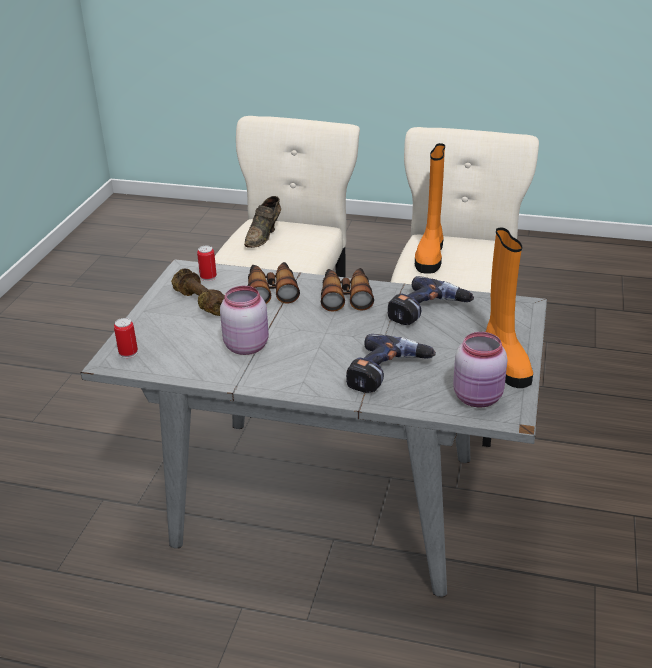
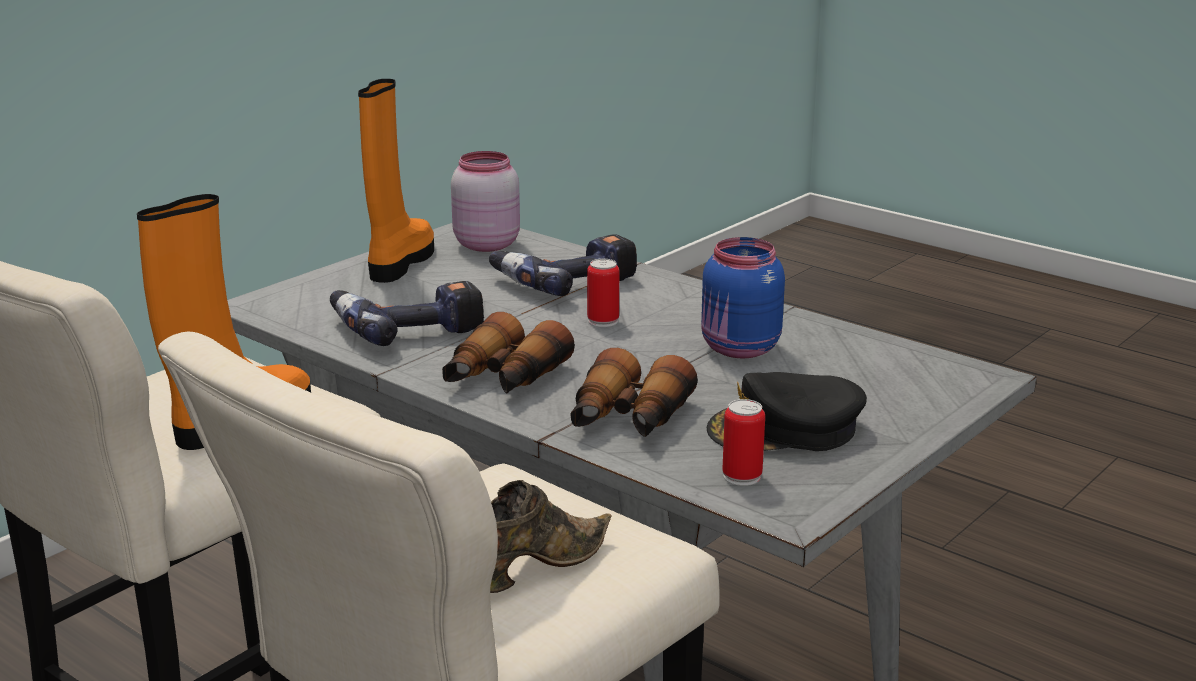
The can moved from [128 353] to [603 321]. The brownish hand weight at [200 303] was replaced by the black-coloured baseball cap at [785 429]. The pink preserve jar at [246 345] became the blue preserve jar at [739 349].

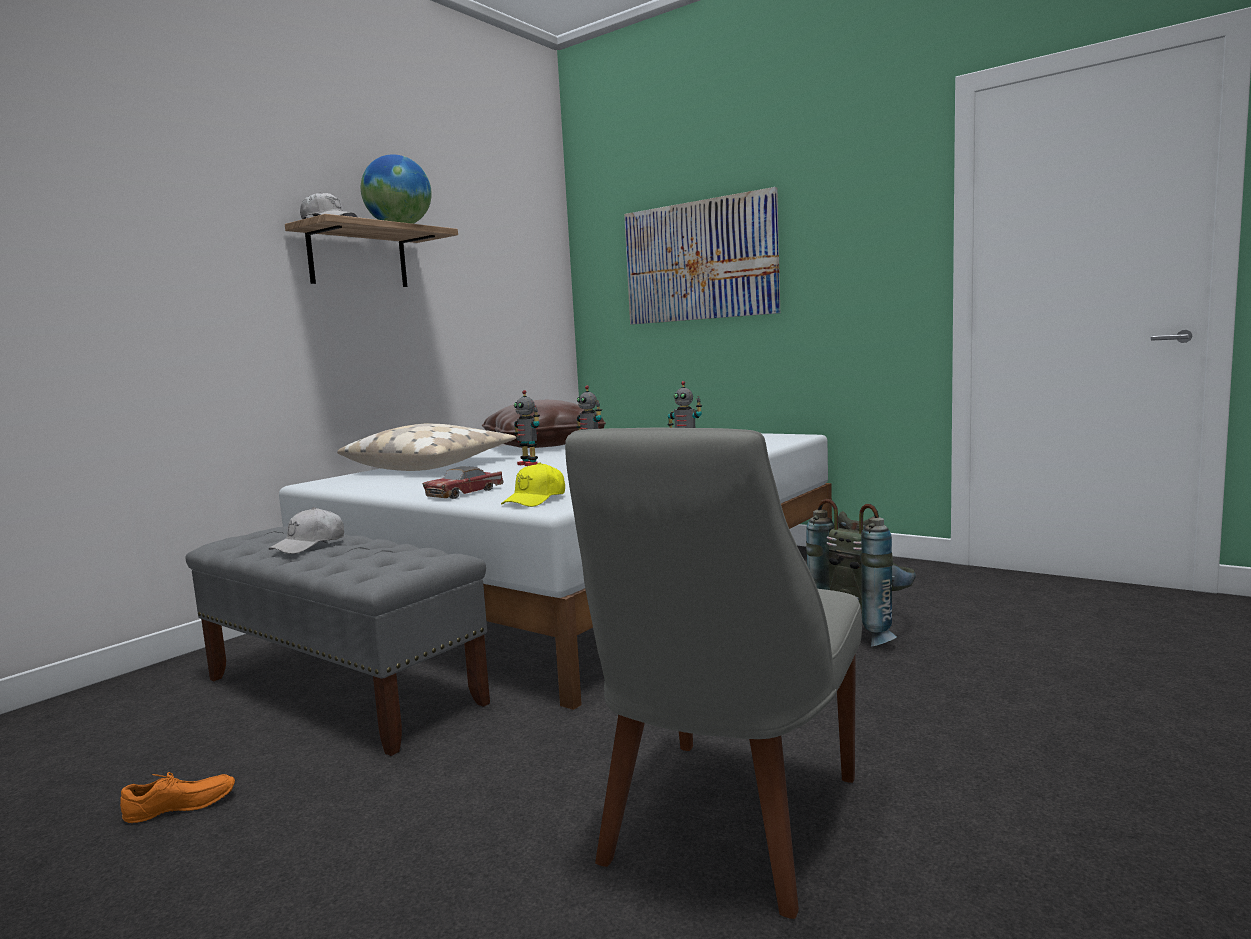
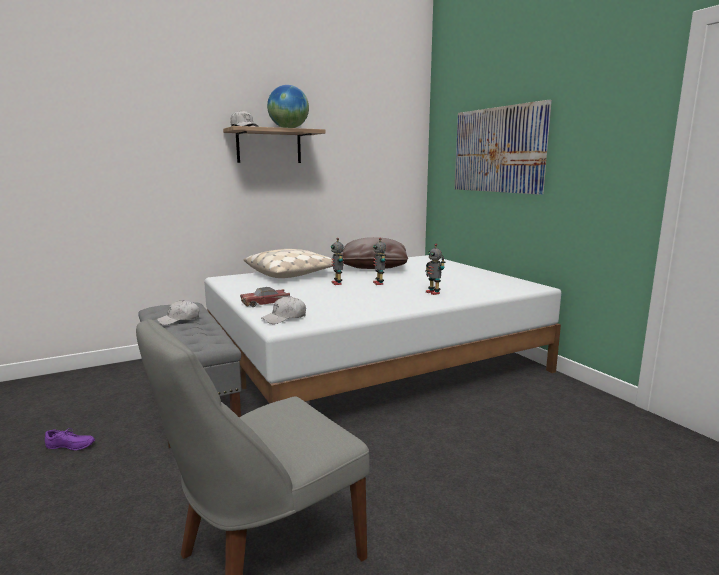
The greyish rucksack at [866 629] disappeared. The orange shoe at [180 808] became the purplish shoe at [69 447]. The yellow-coloured baseball cap at [535 500] became the white-coloured baseball cap at [284 318].

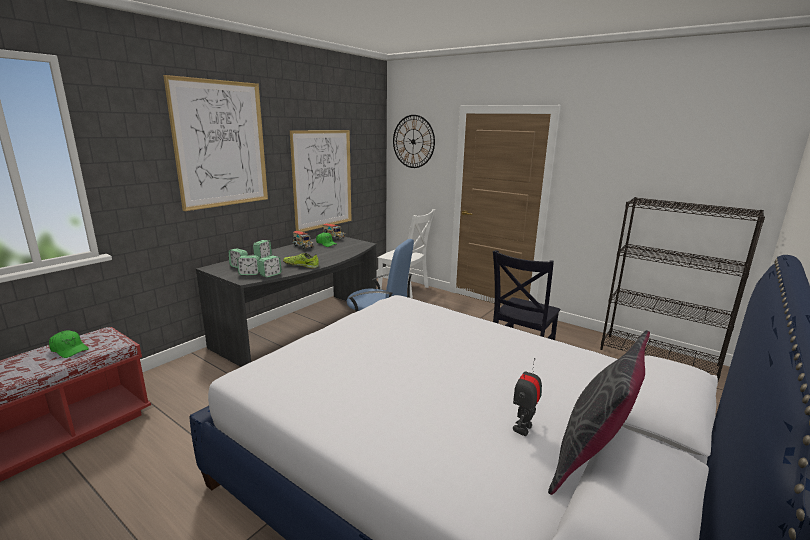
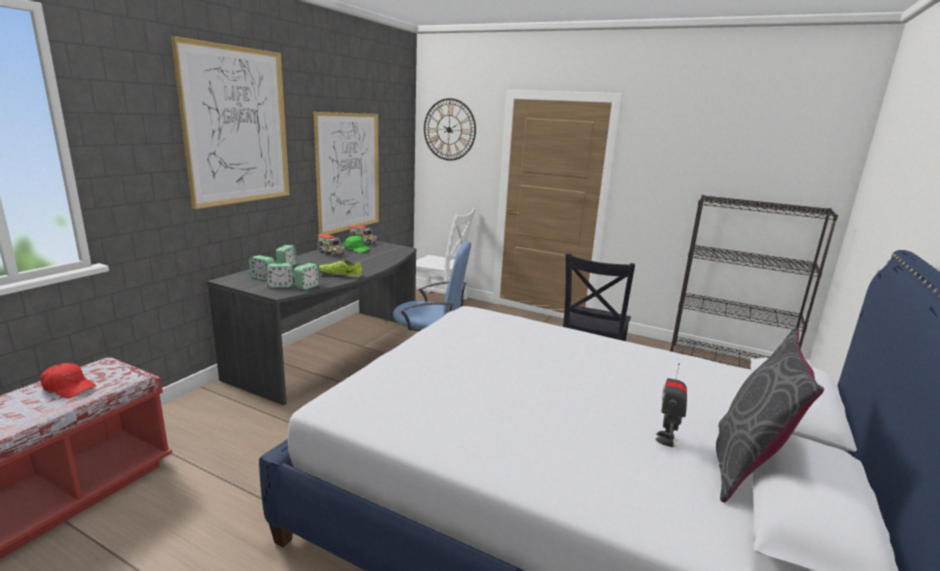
The green-coloured baseball cap at [69 349] became the red baseball cap at [68 387].

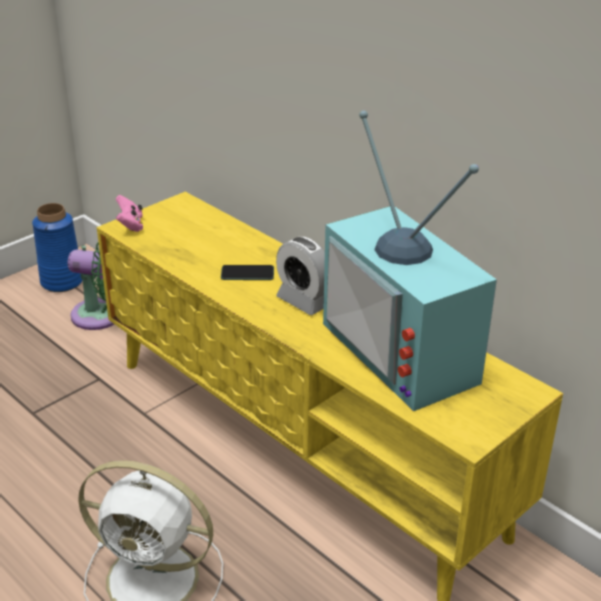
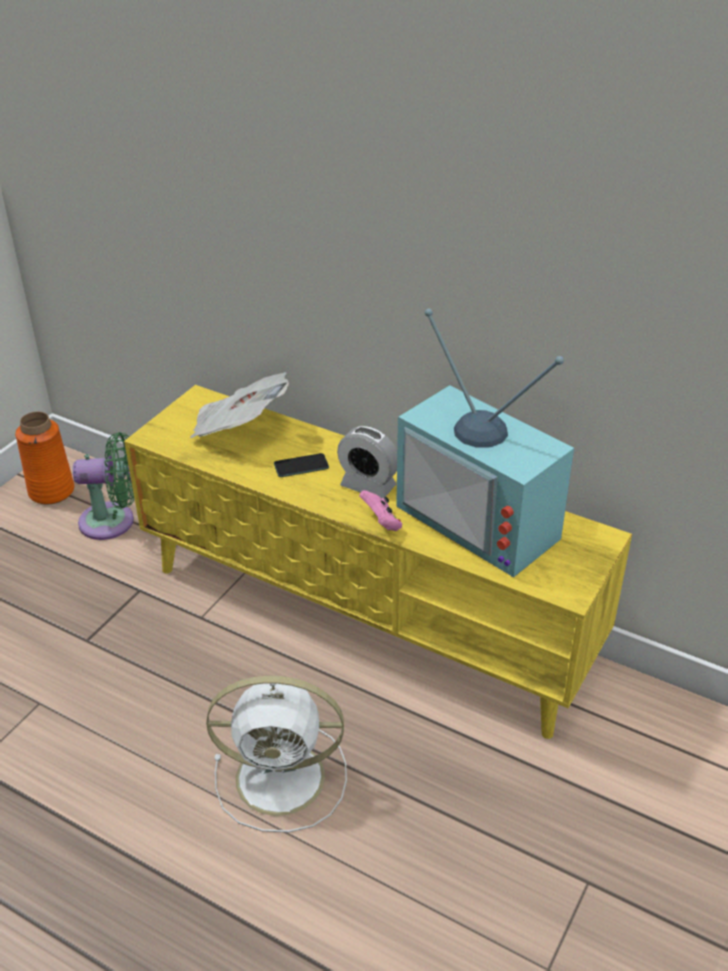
The printed paper at [239 428] appeared. The pink joypad moved from [130 225] to [382 523]. The blue decorative vase at [62 281] became the orange decorative vase at [52 491].

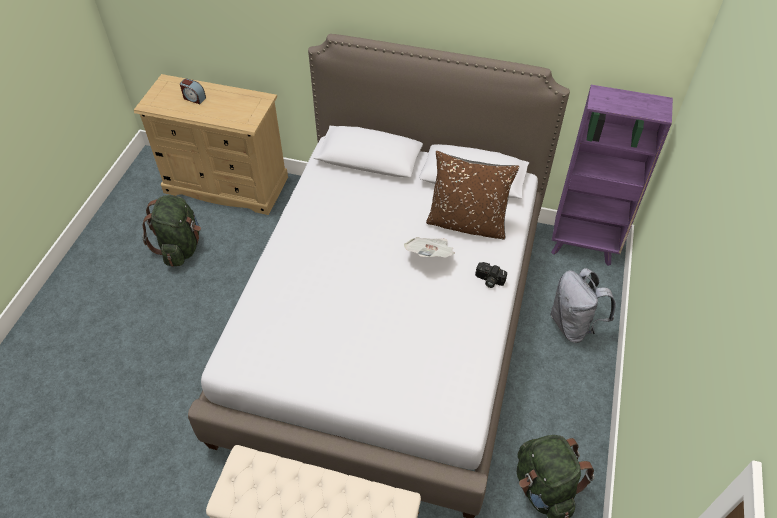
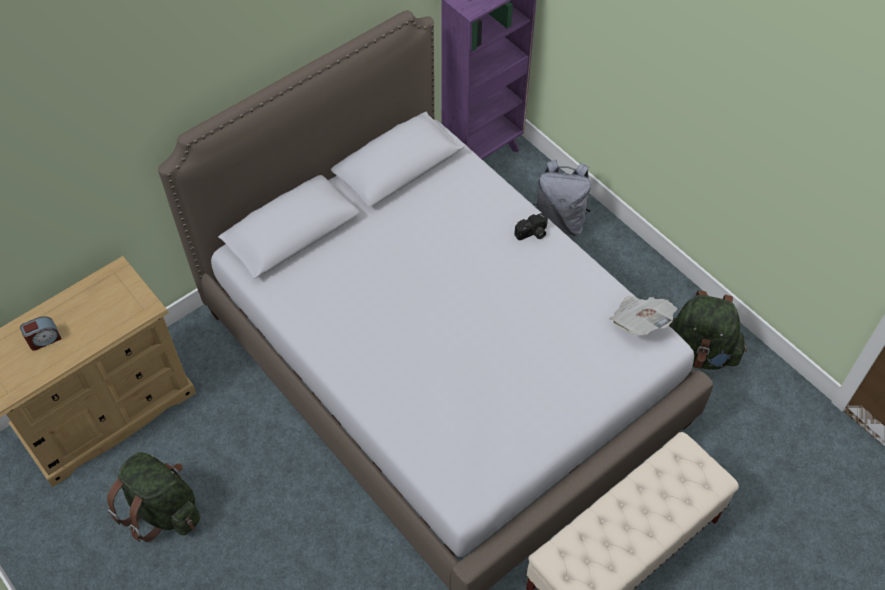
The brownish pillow at [467 223] disappeared. The printed paper moved from [430 255] to [640 322].

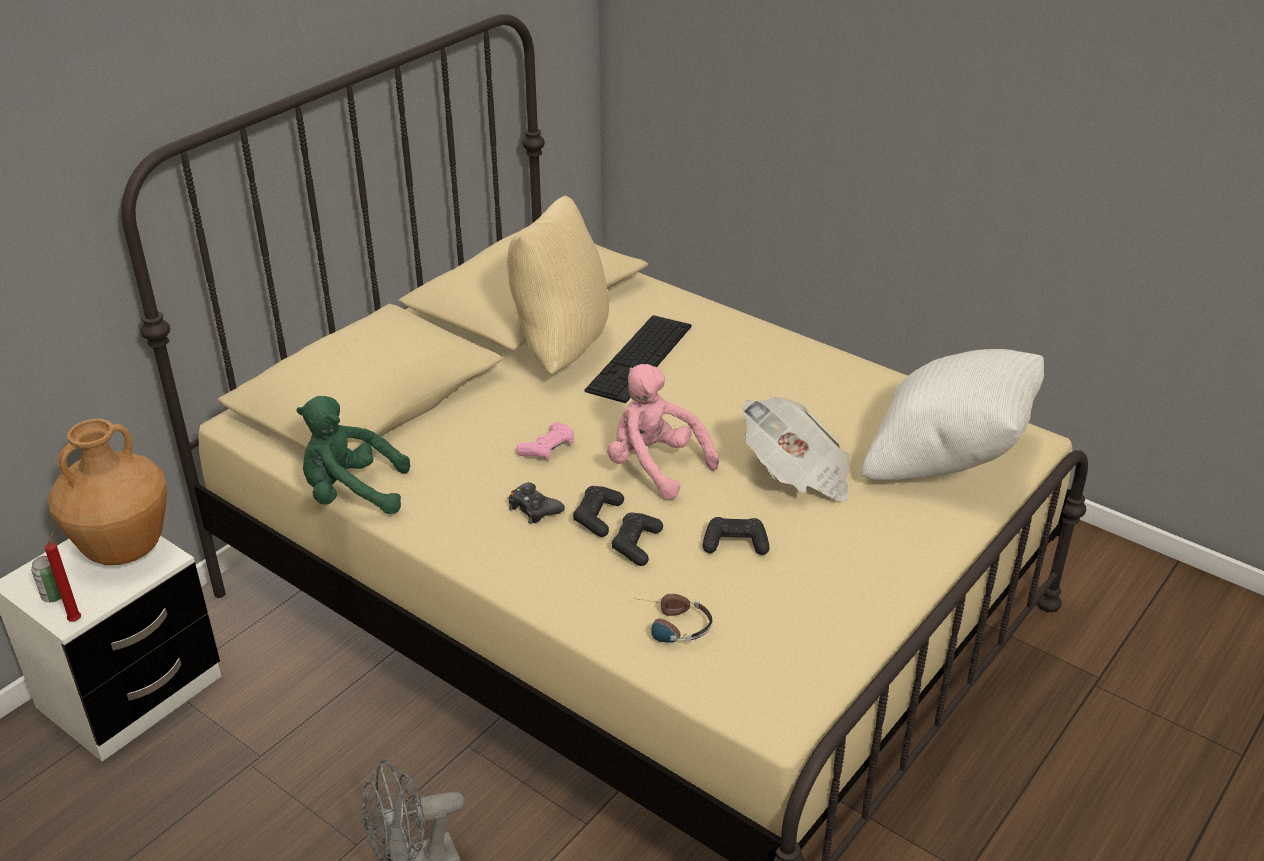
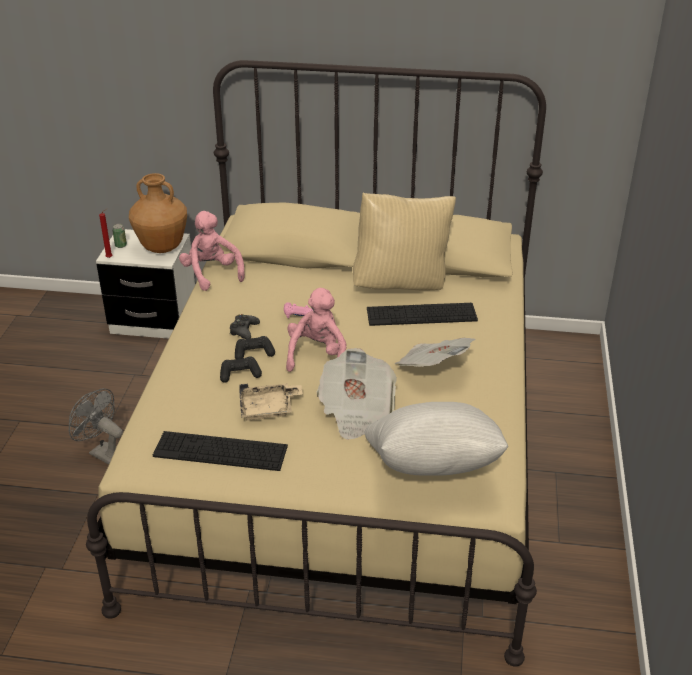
The headset at [669 626] disappeared. The keyboard at [220 451] appeared. The printed paper at [433 368] appeared. The black-coloured joypad at [735 544] was replaced by the sand-coloured tray at [268 409]. The green-coloured plush toy at [351 494] became the pink plush toy at [211 273].

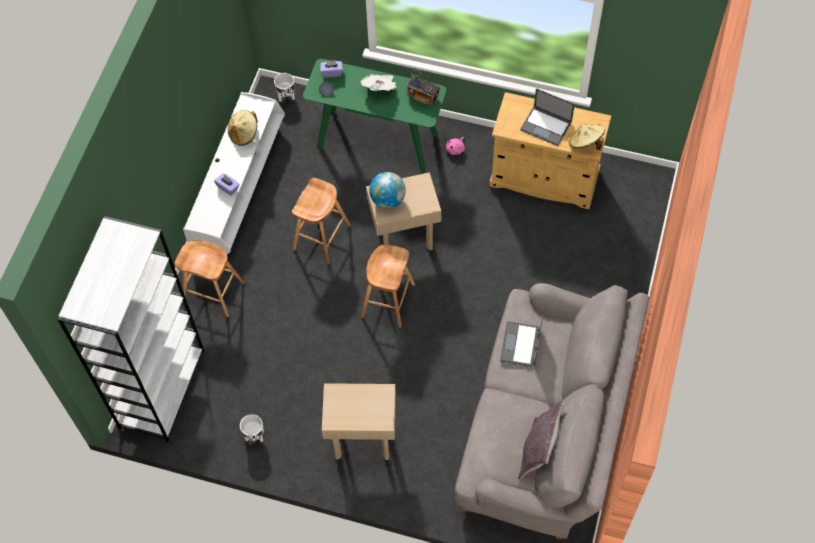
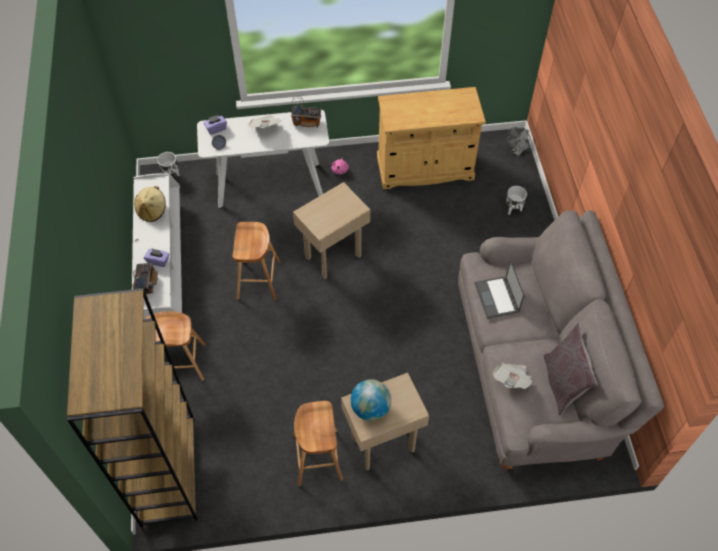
The notebook computer at [546 126] disappeared. The sand-coloured clothing hat at [585 143] disappeared. The radio set at [147 284] appeared. The printed paper at [512 380] appeared. The greyish cooling fan at [517 151] appeared. The white-coloured flower pot moved from [254 436] to [513 209]. The brownish sitting stool moved from [388 300] to [317 457]. The desk globe moved from [388 199] to [370 408]. The white-coloured bookcase at [161 388] became the brownish bookcase at [168 470]. The green-coloured narrow table at [377 140] became the white-coloured narrow table at [269 184].

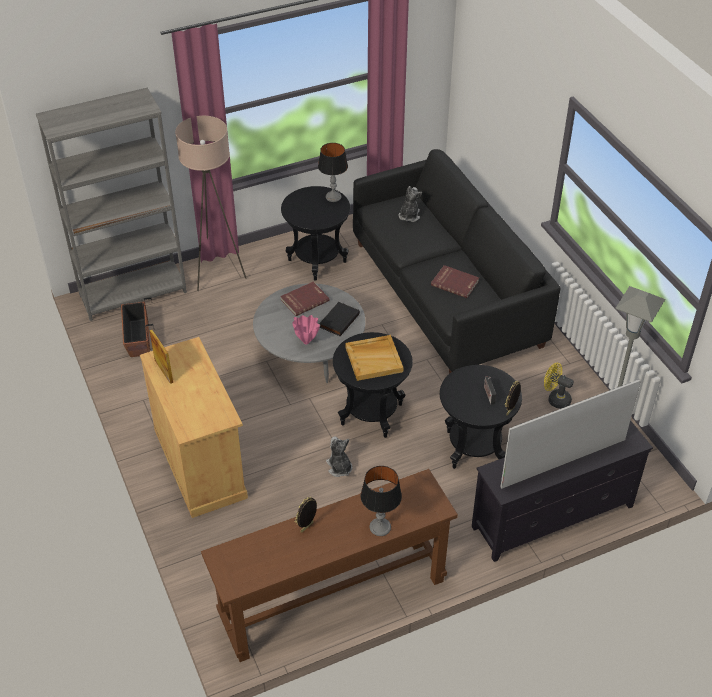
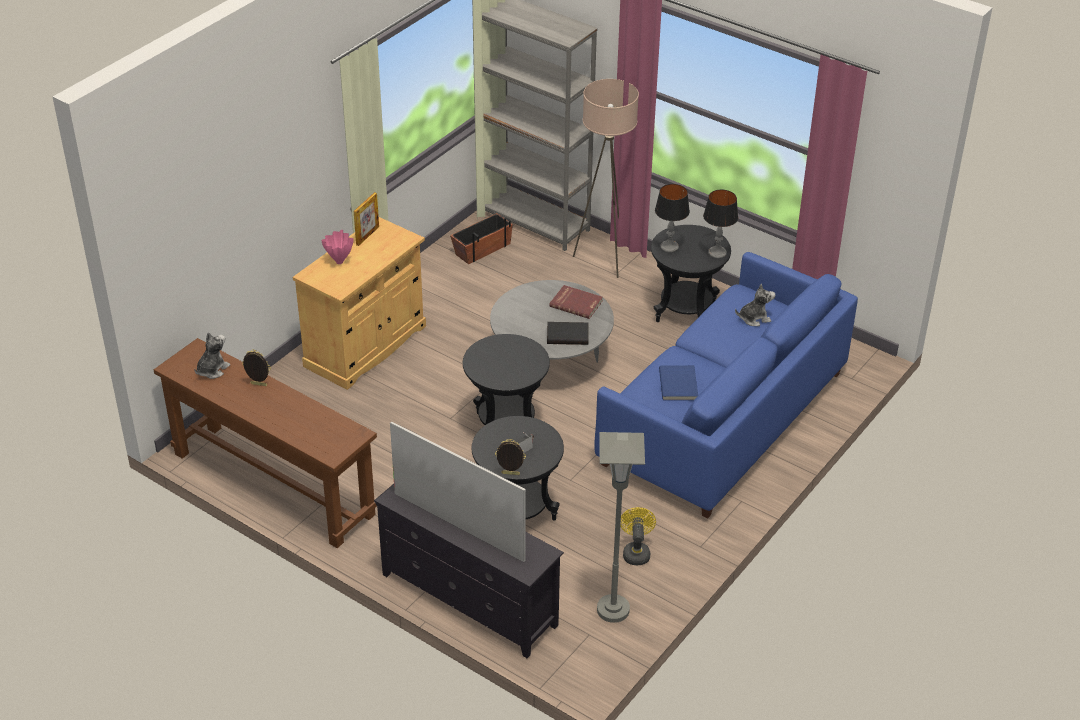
The sand-coloured tray at [374 359] disappeared. The pink decorative vase moved from [306 342] to [339 262]. The plush toy moved from [339 467] to [212 370]. The tabletop lamp moved from [380 527] to [669 247]. The black-coloured sofa at [446 293] became the blue sofa at [723 418]. The red book at [455 282] became the blue book at [679 384].

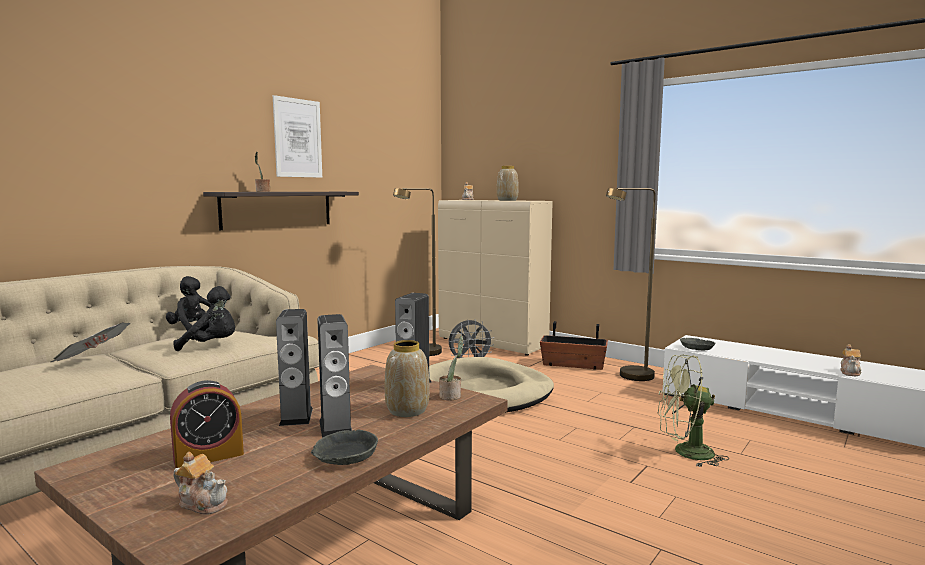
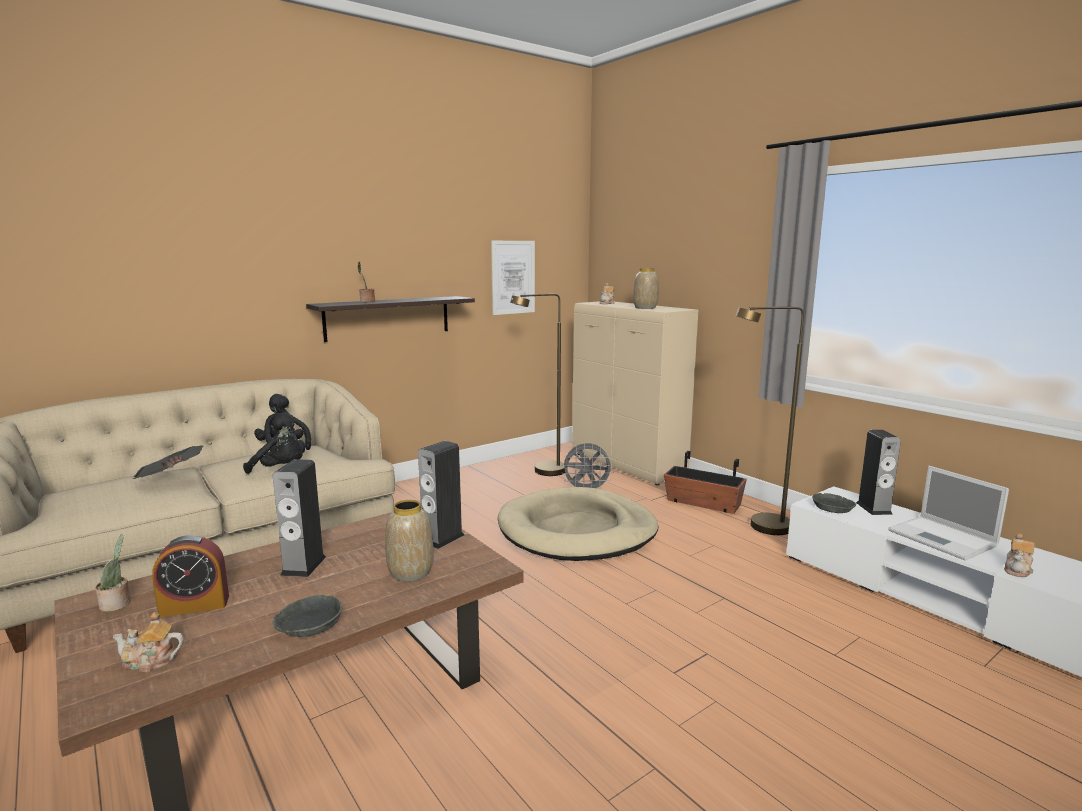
The green-coloured cooling fan at [685 453] disappeared. The notebook computer at [944 539] appeared. The picture moved from [298 138] to [513 277]. The audio speaker moved from [335 427] to [873 508]. The houseplant moved from [451 396] to [117 604]. The pot for tea at [203 503] turned 135 degrees clockwise.

